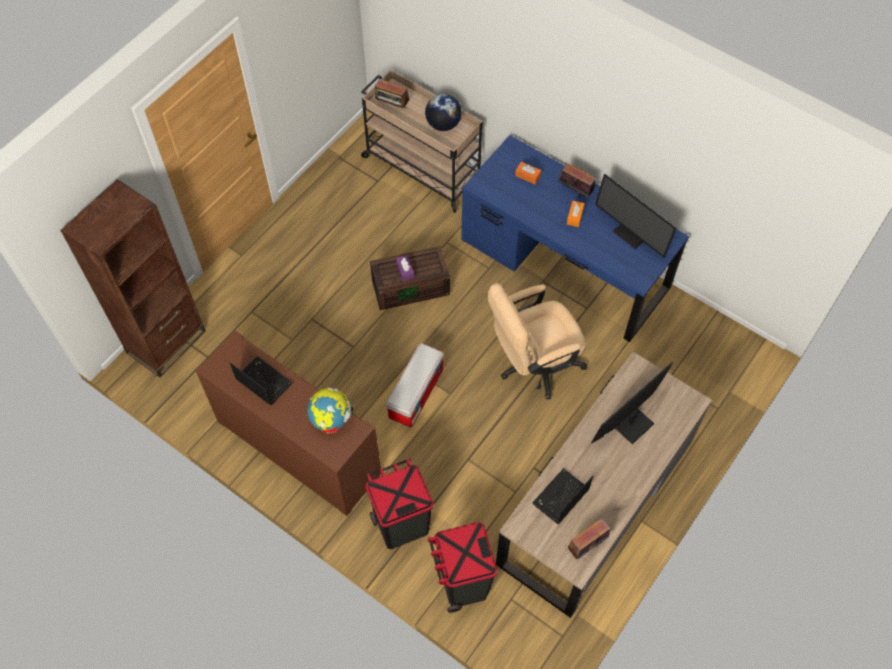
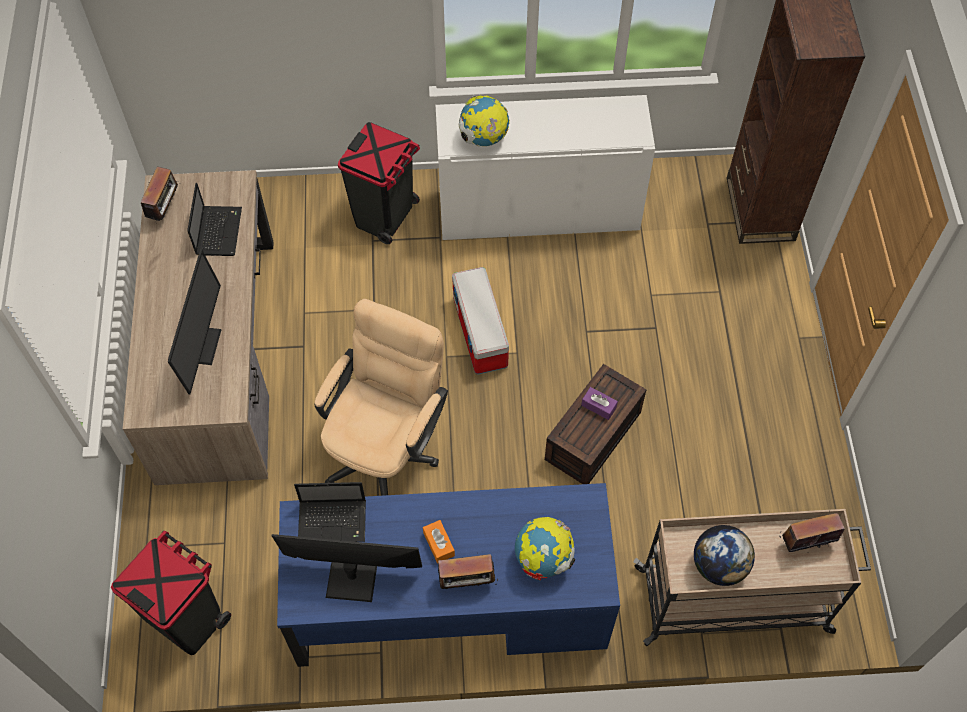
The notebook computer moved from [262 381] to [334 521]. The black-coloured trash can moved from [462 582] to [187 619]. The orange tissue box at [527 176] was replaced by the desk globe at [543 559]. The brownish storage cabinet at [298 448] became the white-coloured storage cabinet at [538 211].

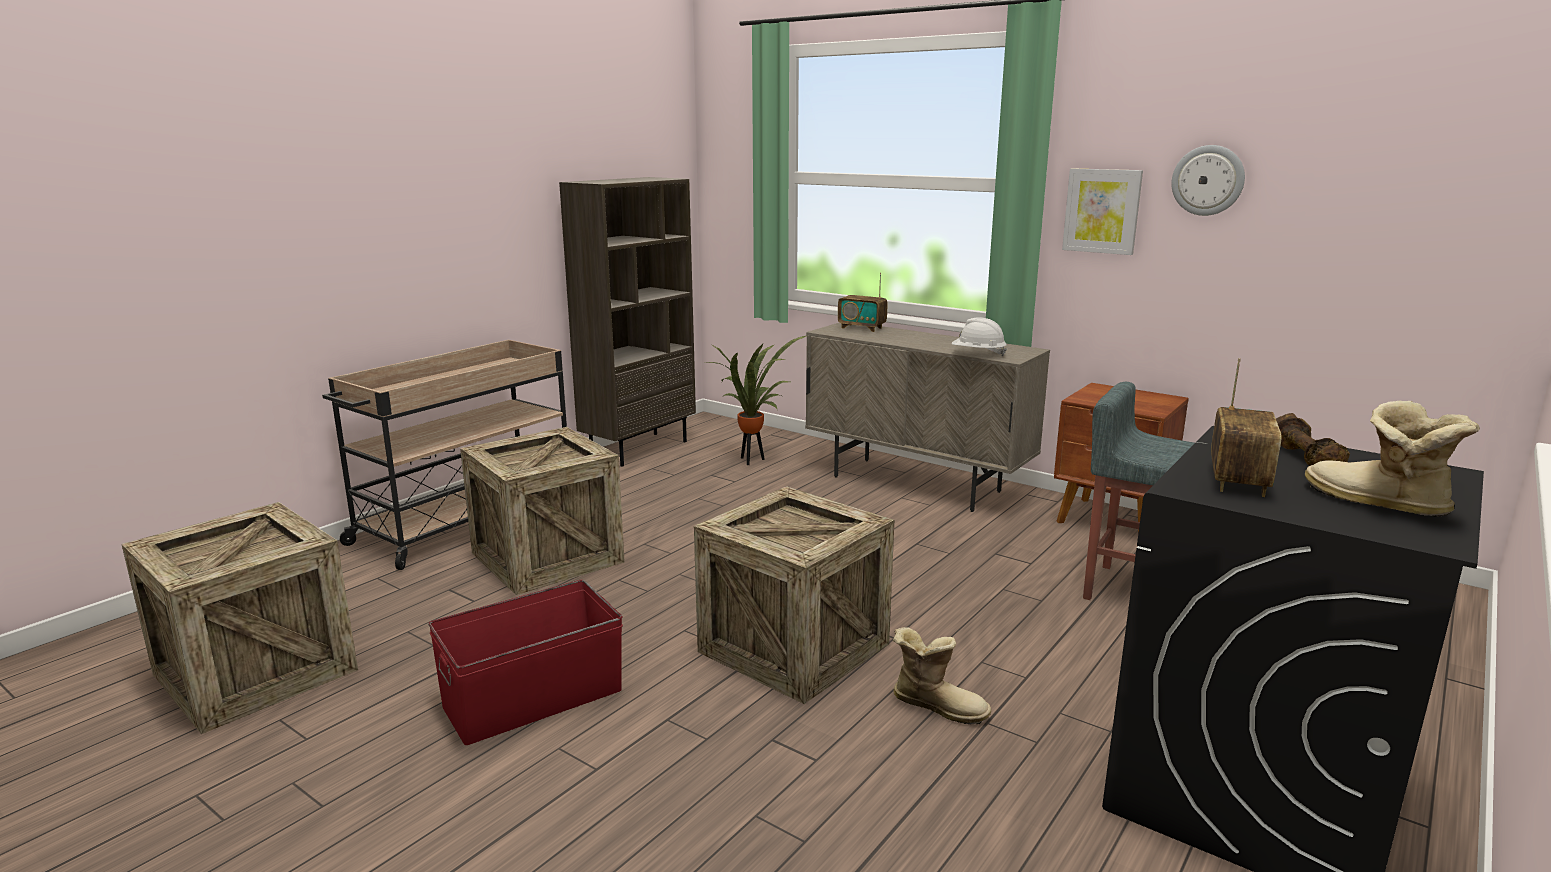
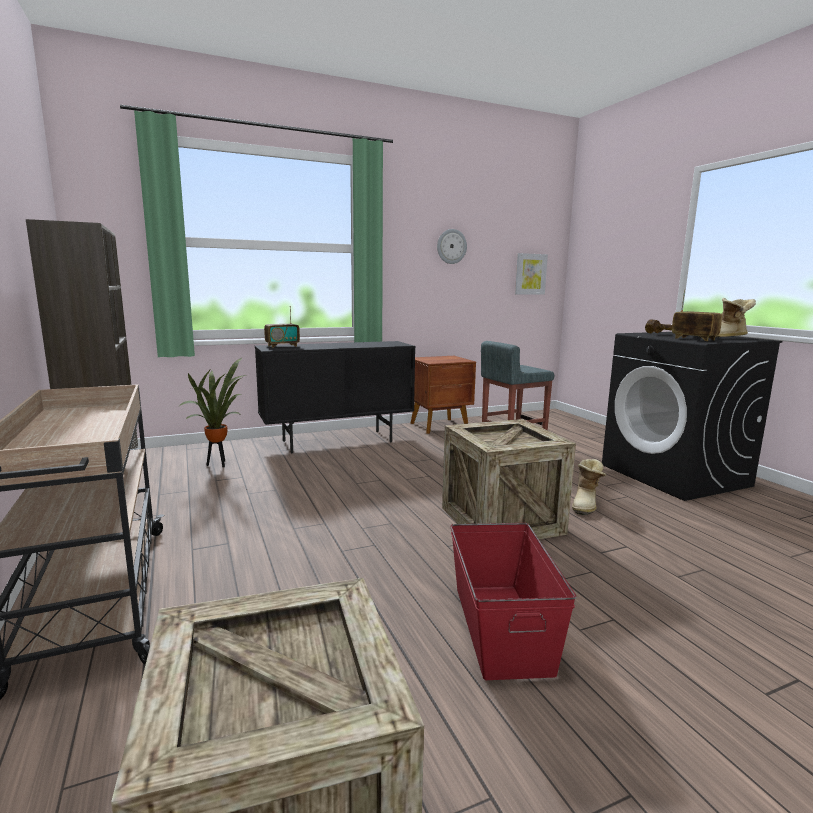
The crate at [547 557] disappeared. The white-coloured hard hat at [977 354] disappeared. The picture moved from [1102 211] to [530 274]. The sand-coloured storage cabinet at [916 484] became the black-coloured storage cabinet at [338 441]. The tall boot at [937 705] turned 150 degrees clockwise.

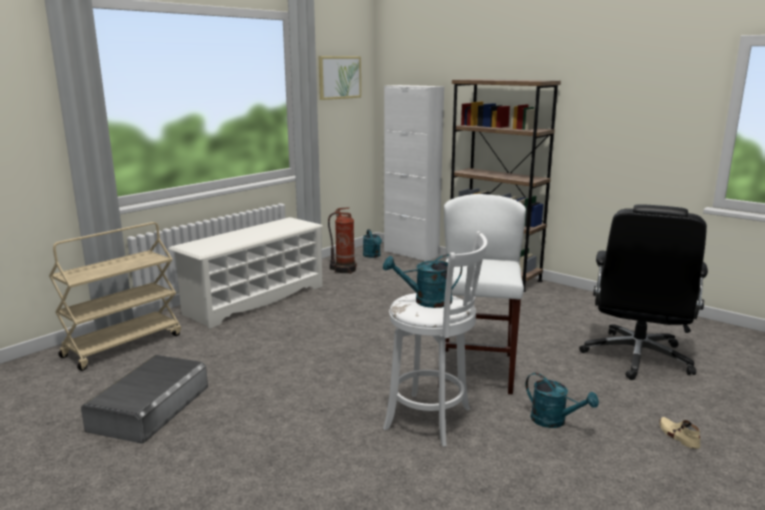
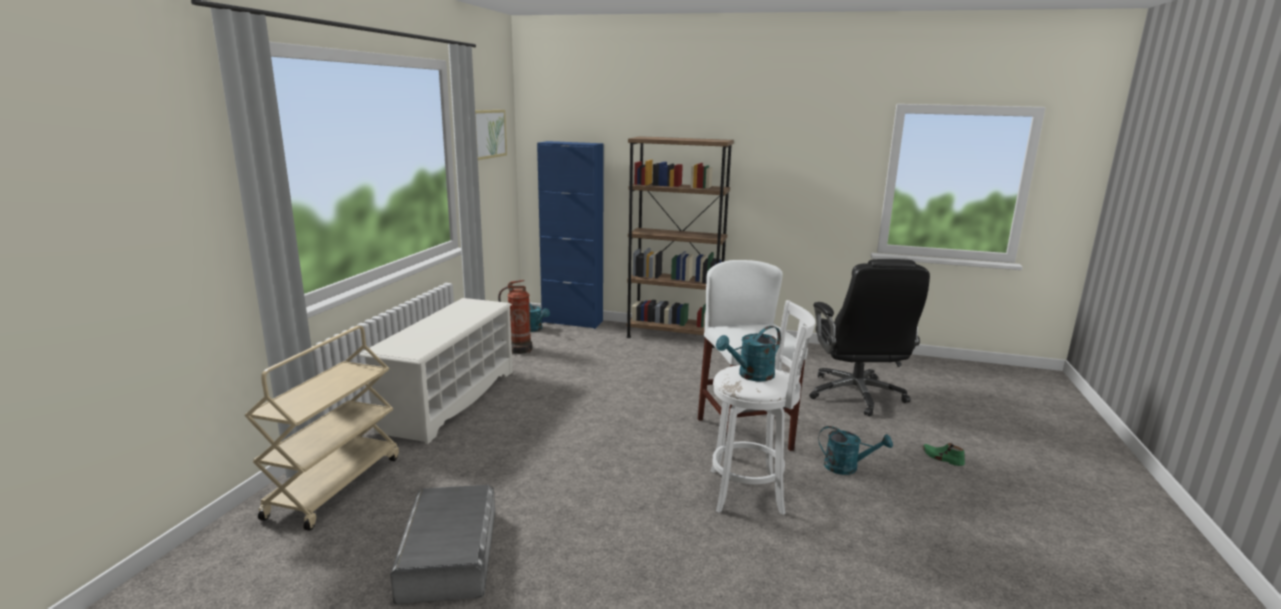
The white-coloured storage cabinet at [411 253] became the blue storage cabinet at [572 322]. The sand-coloured shoe at [677 436] became the green-coloured shoe at [942 458].

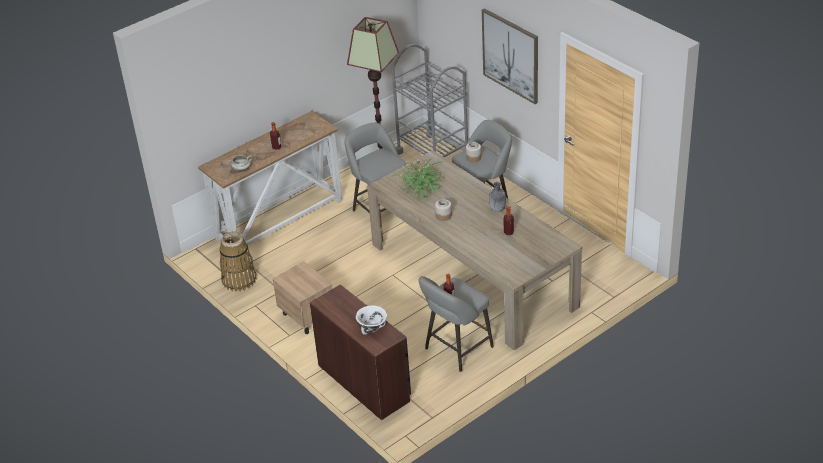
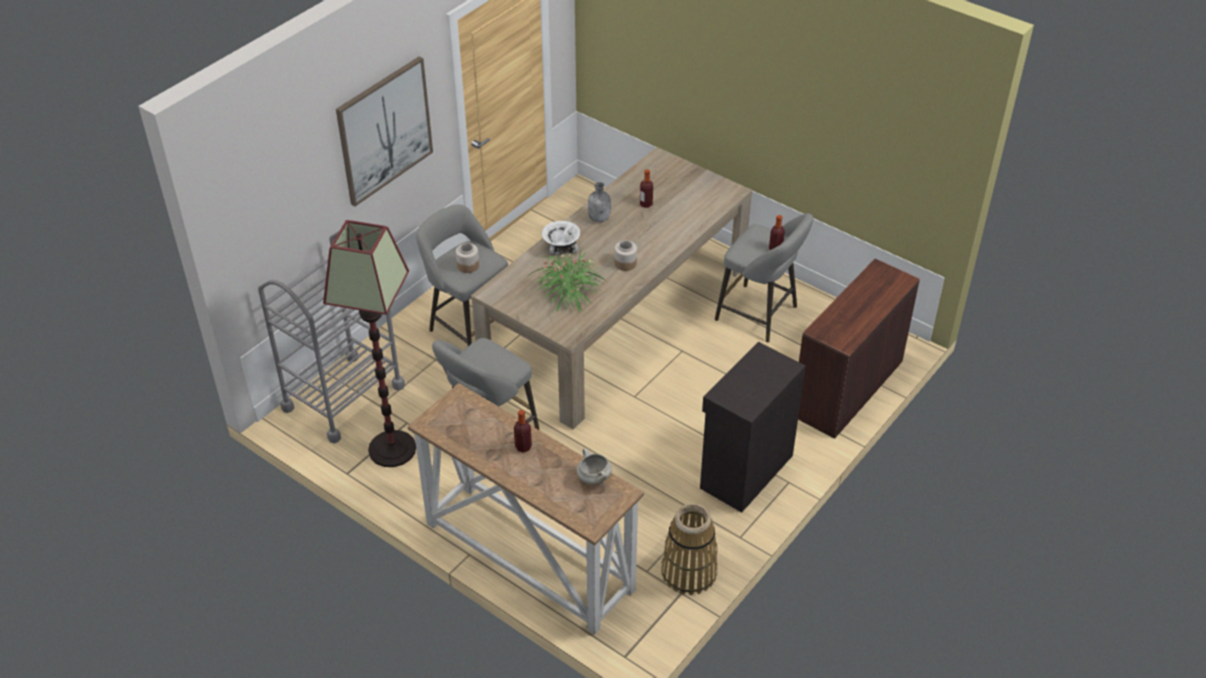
The white-coloured deep dish moved from [372 328] to [561 248]. The sand-coloured nightstand at [307 316] was replaced by the black-coloured storage cabinet at [744 471].

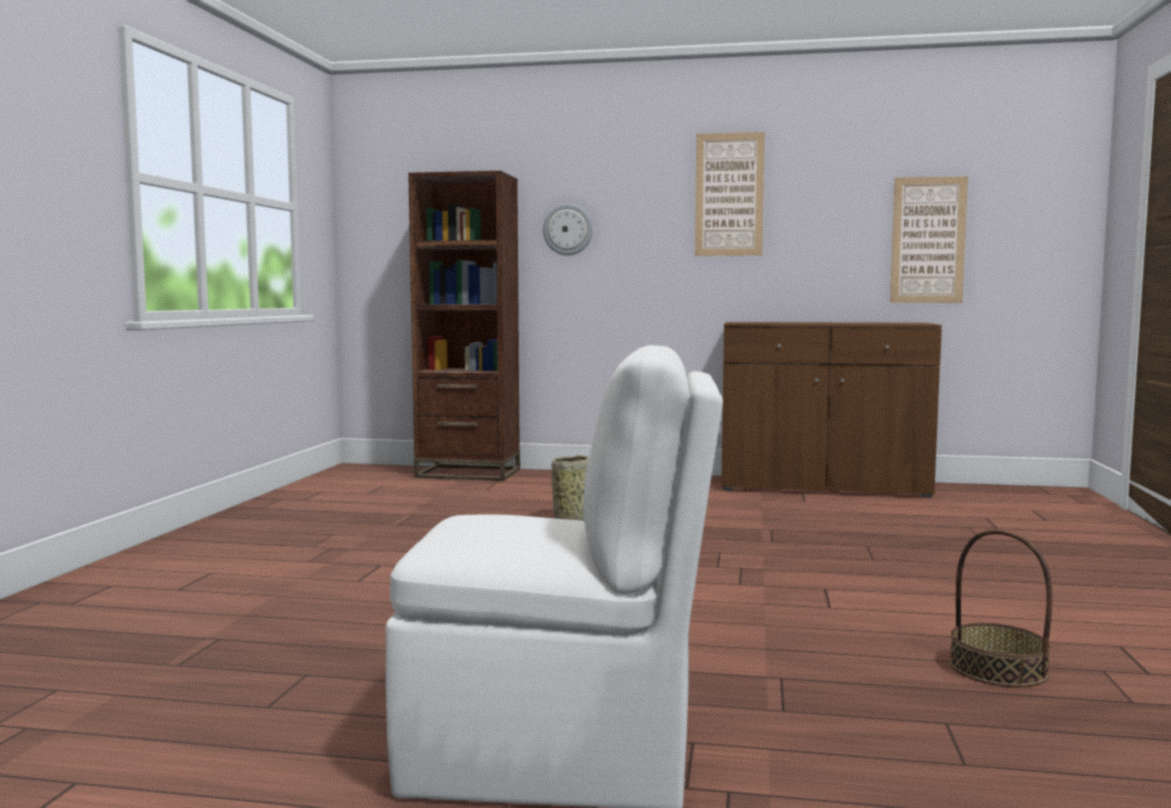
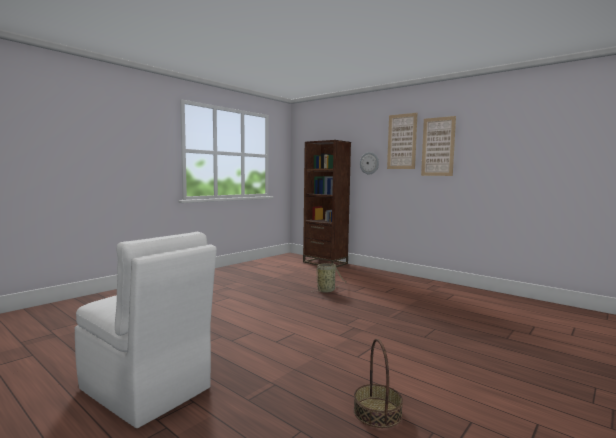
The brownish storage cabinet at [823 486] disappeared. The picture moved from [928 240] to [402 141].

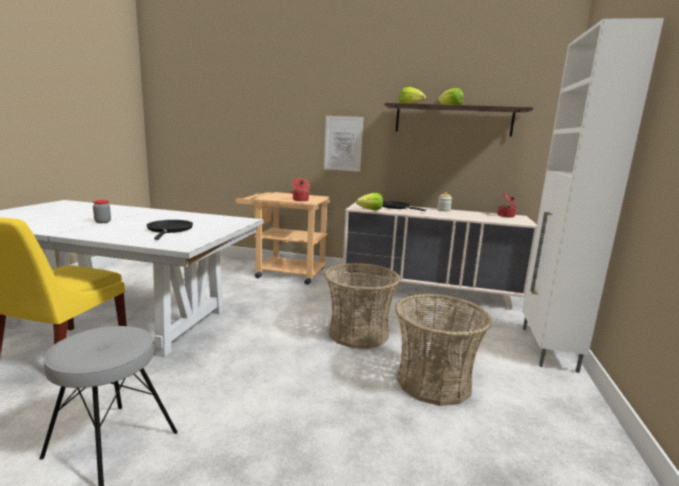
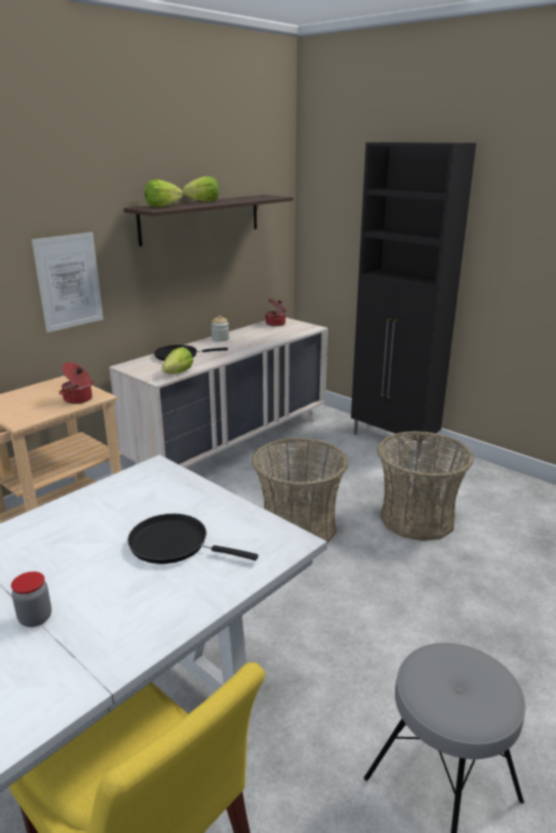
The white-coloured storage cabinet at [547 349] became the black-coloured storage cabinet at [394 441].

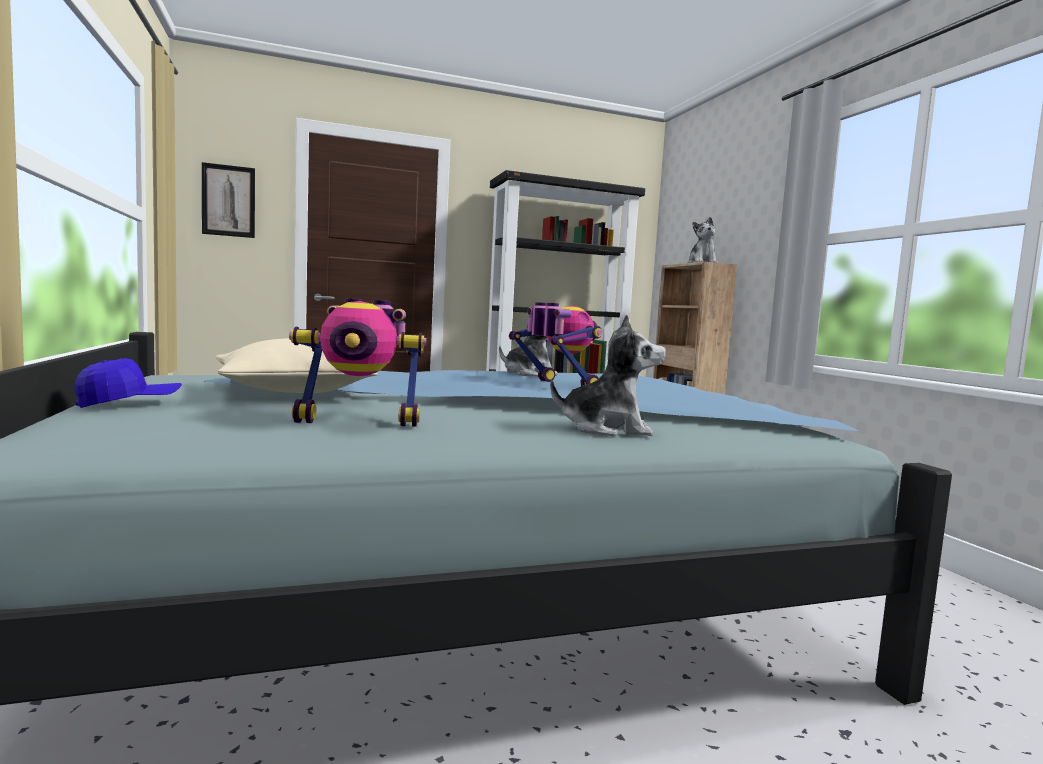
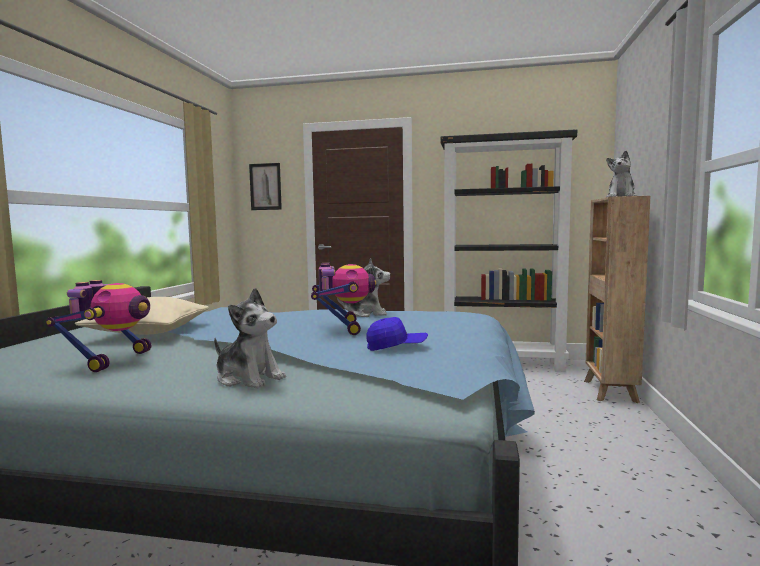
The blue baseball cap moved from [129 404] to [396 347]. The robot figure at [360 421] turned 105 degrees counterclockwise.

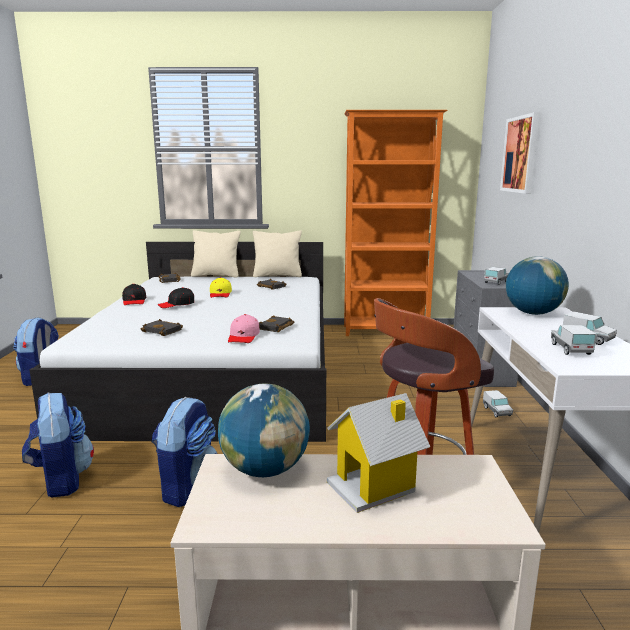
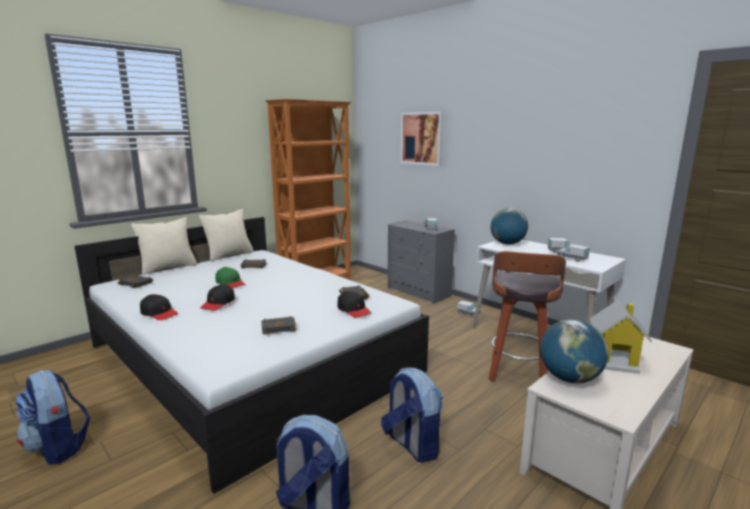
The yellow-coloured baseball cap at [220 294] became the green-coloured baseball cap at [230 283]. The pink baseball cap at [243 336] became the black-coloured baseball cap at [354 310].

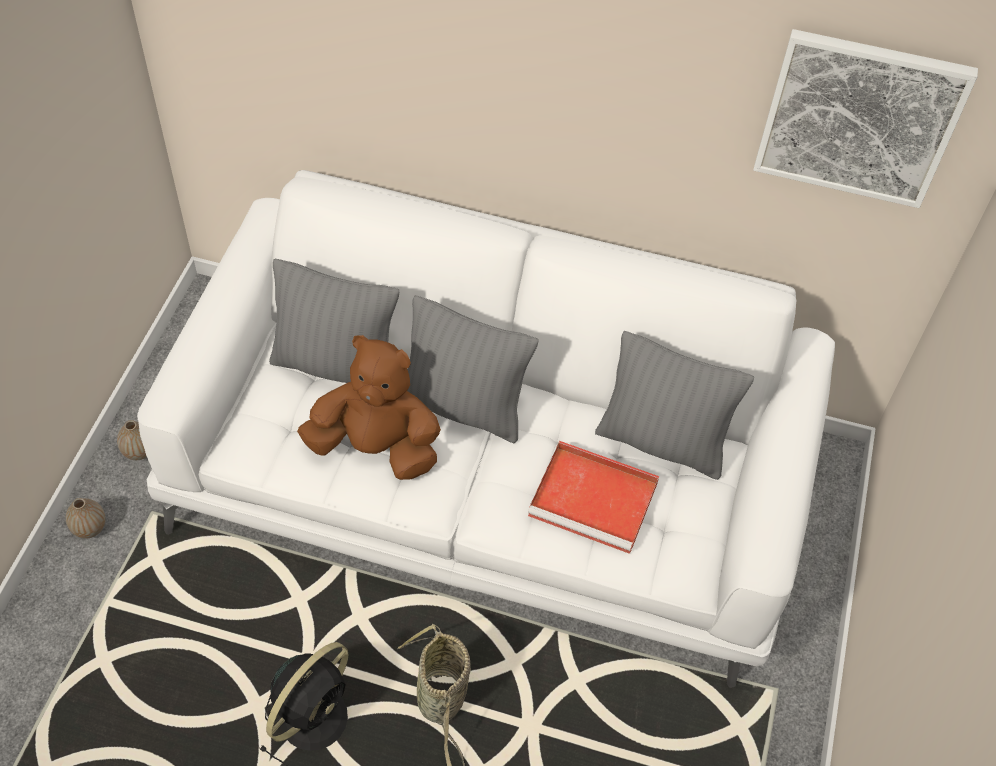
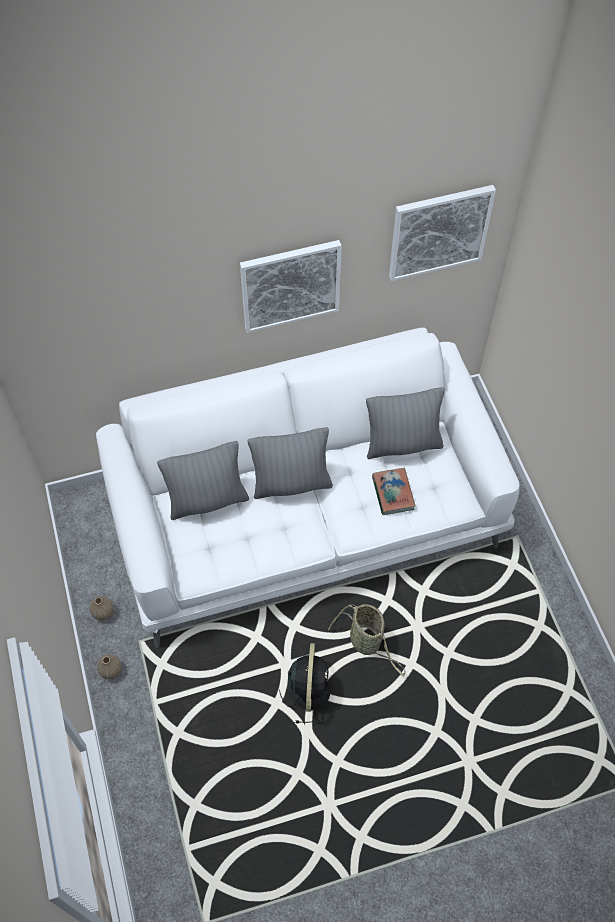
The brownish plush toy at [376 447] disappeared. The picture at [290 285] appeared. The red tray at [595 500] was replaced by the book at [393 493].

